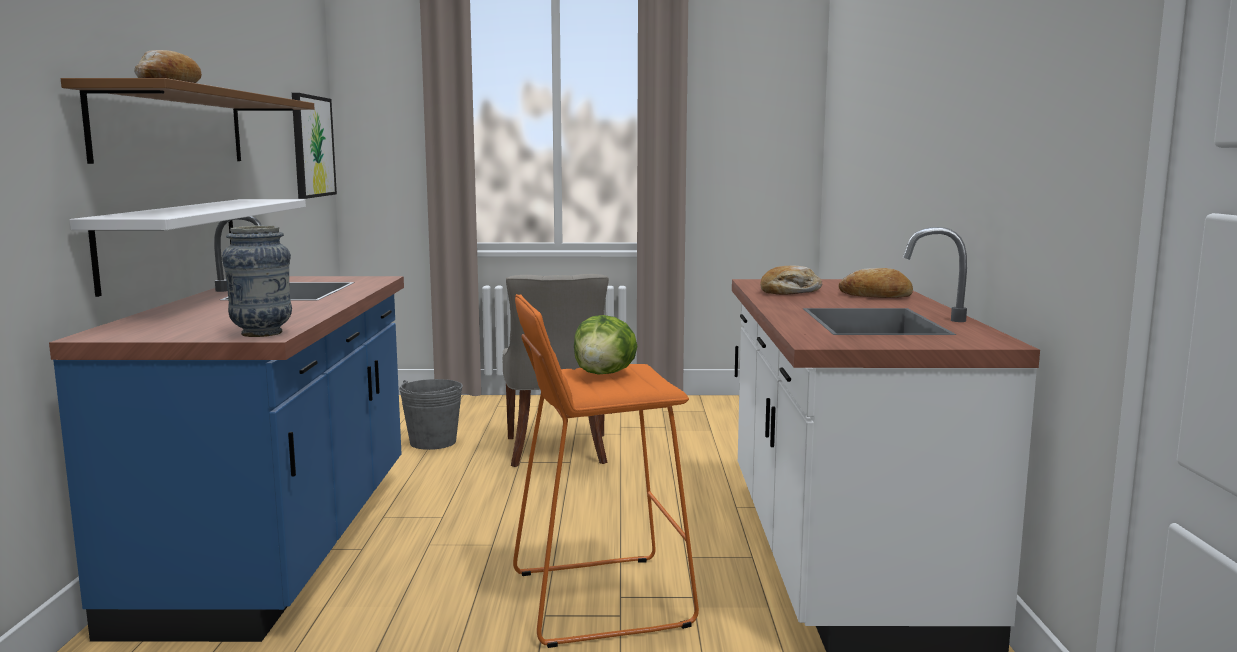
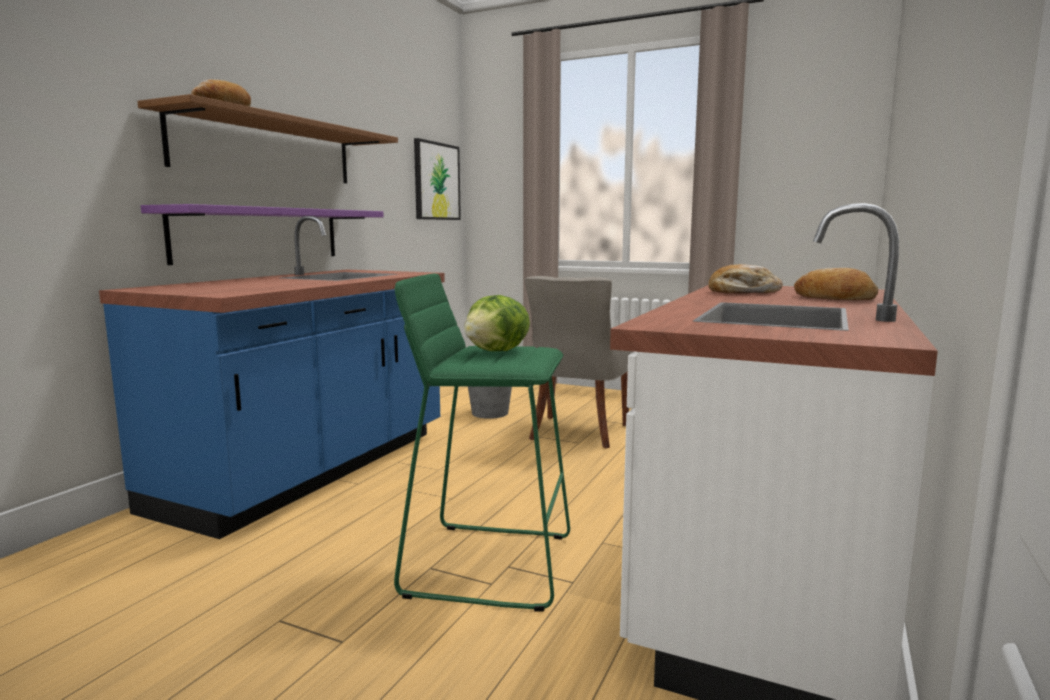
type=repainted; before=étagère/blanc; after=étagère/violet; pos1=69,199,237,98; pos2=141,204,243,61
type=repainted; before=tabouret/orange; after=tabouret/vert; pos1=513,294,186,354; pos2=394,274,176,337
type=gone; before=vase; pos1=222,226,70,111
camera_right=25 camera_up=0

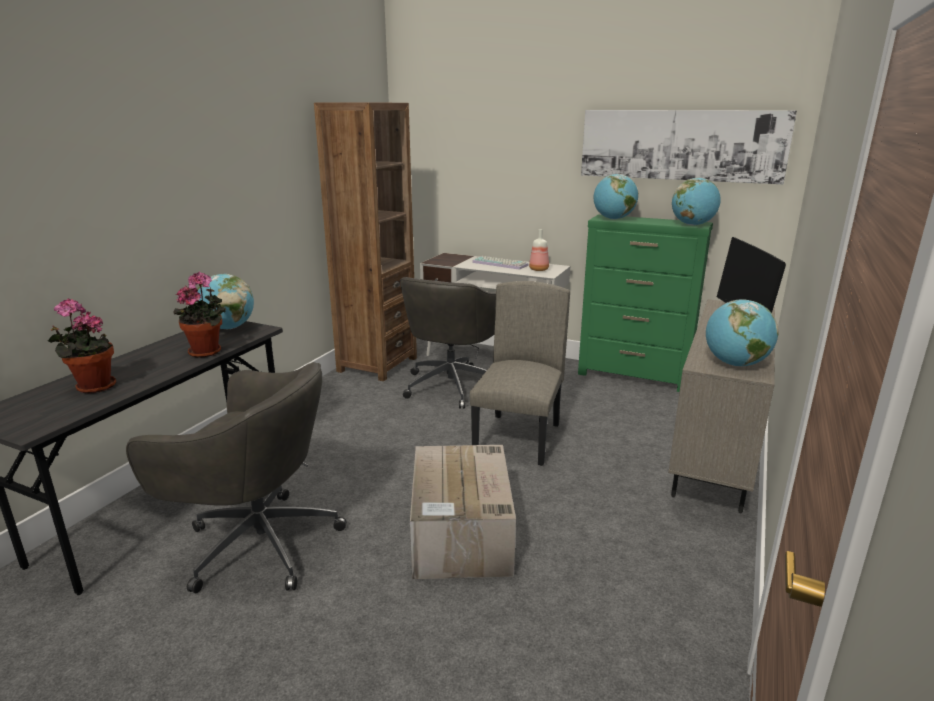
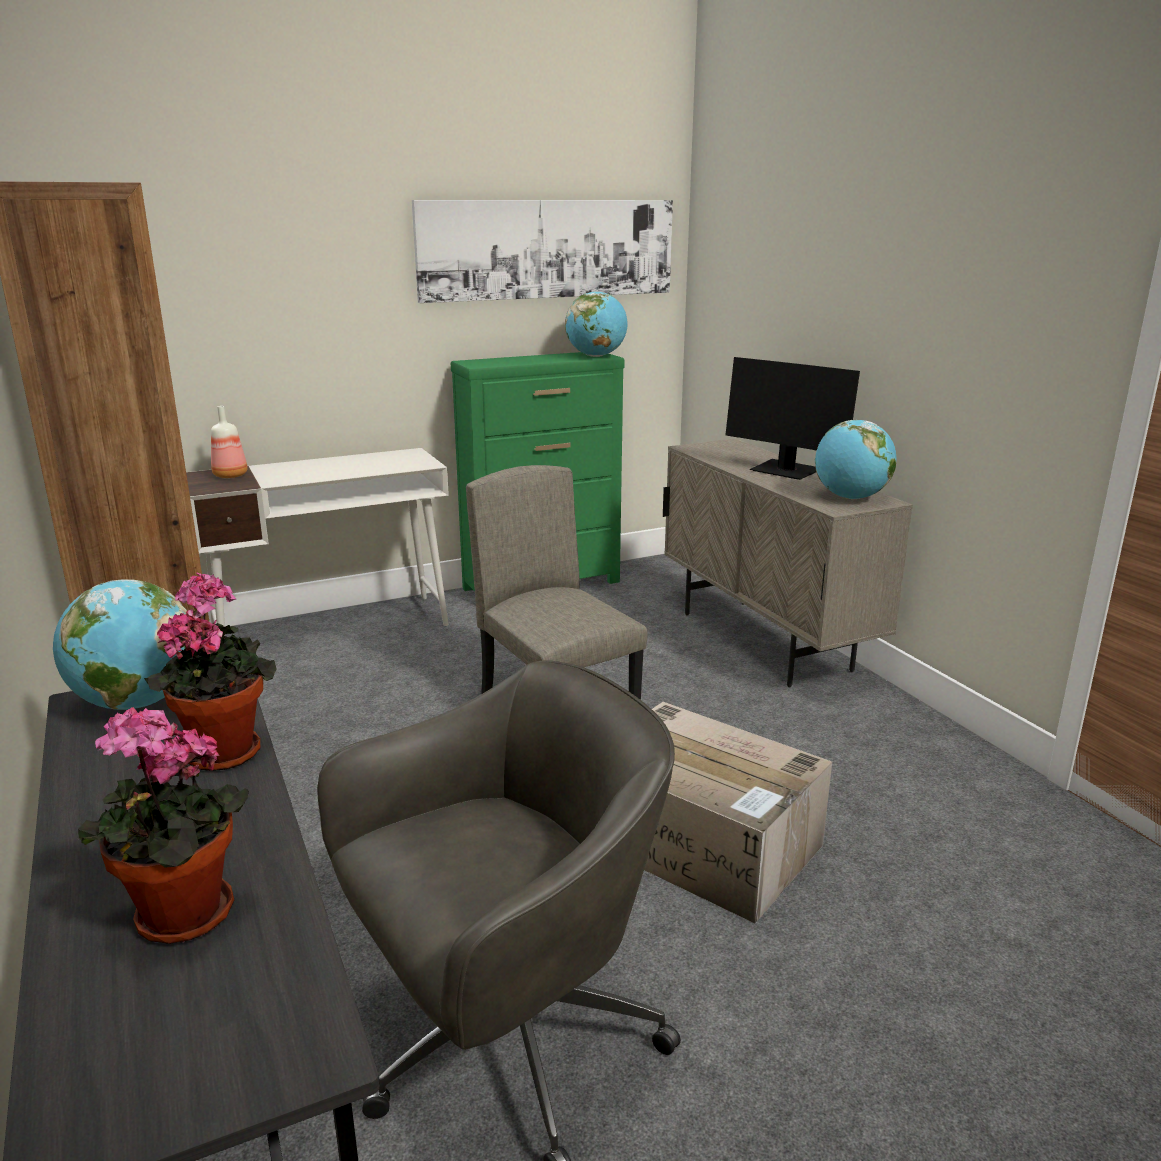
type=shifted; before=bouteille; pos1=529,229,20,42; pos2=211,406,37,72
type=gone; before=chaise de bureau/gris; pos1=400,277,96,132
type=gone; before=clavier; pos1=472,256,57,14
type=gone; before=globe; pos1=594,174,44,46
camera_right=-50 camera_up=0

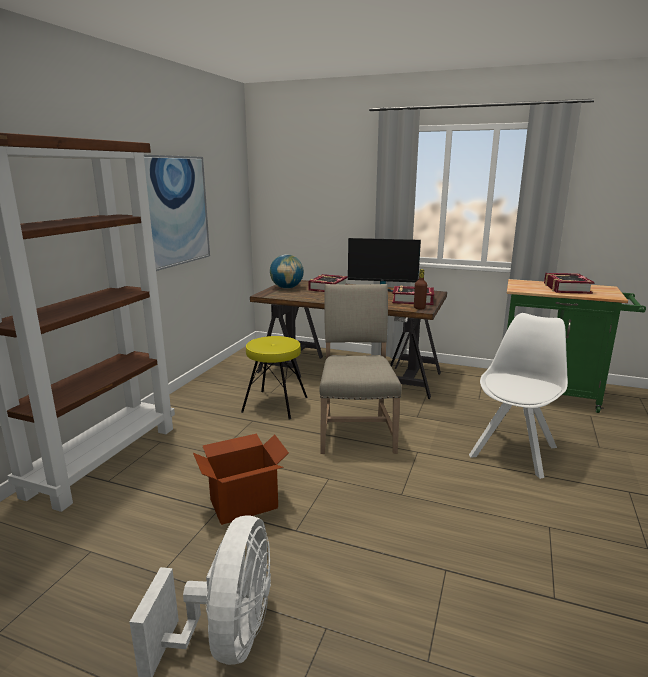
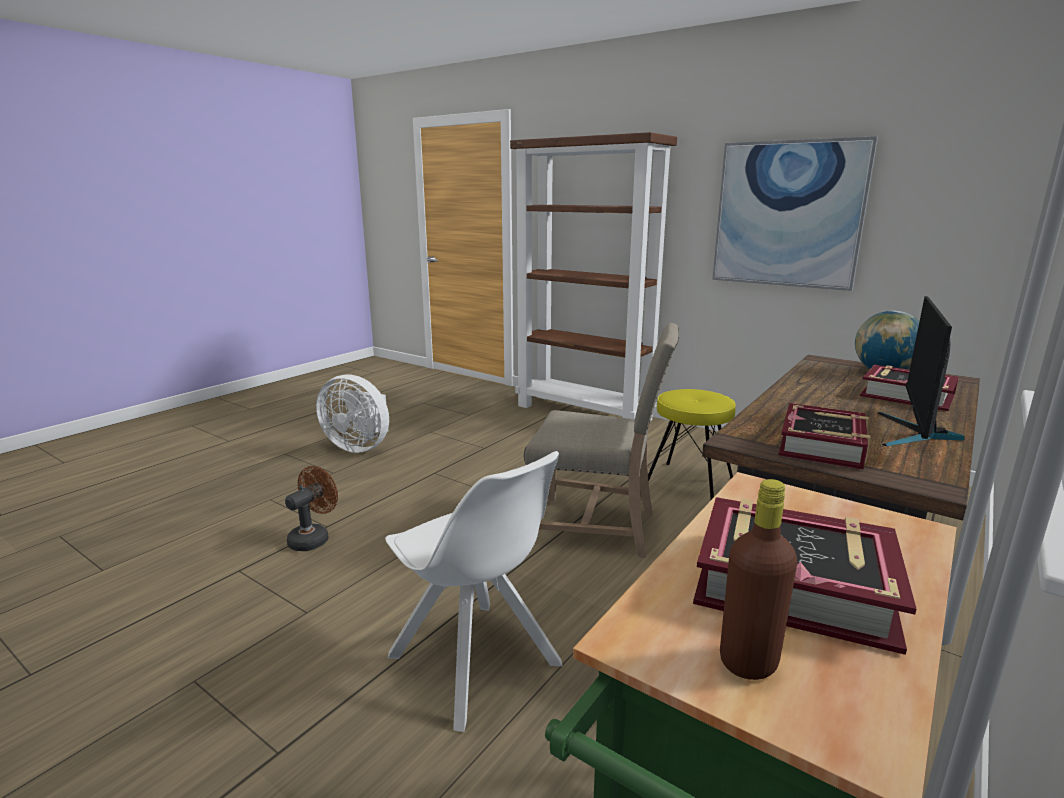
type=new; after=ventilateur/marron; pos2=285,466,53,85
type=shifted; before=bouteille/marron; pos1=414,269,13,40; pos2=720,479,77,201
type=gone; before=carton; pos1=193,433,96,92
camera_right=105 camera_up=0

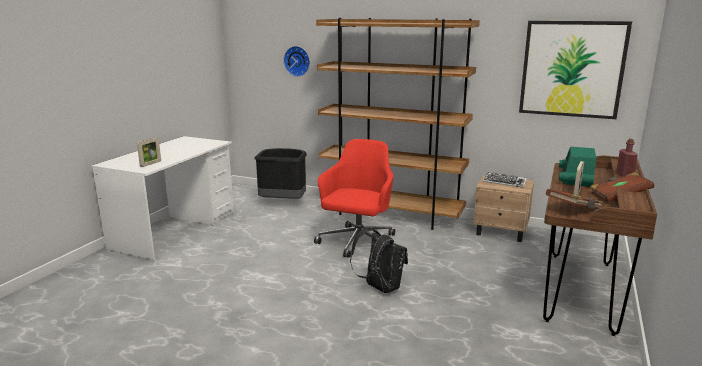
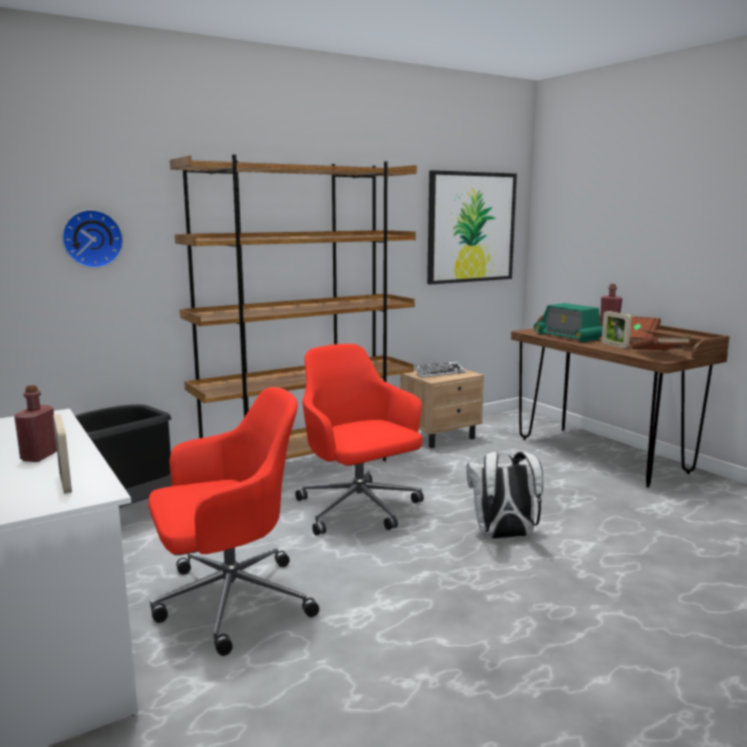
type=new; after=bouteille/rouge; pos2=14,385,43,77
type=new; after=chaise de bureau/rouge; pos2=148,387,171,269
type=repainted; before=sac à dos/noir; after=sac à dos/blanc; pos1=350,229,58,64; pos2=467,451,76,88
camera_right=-55 camera_up=-5

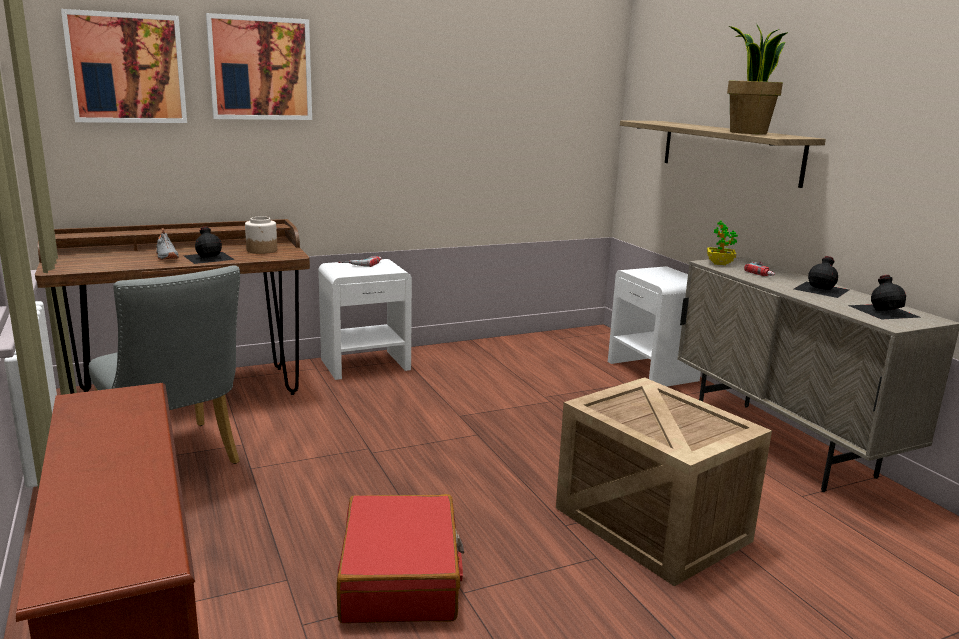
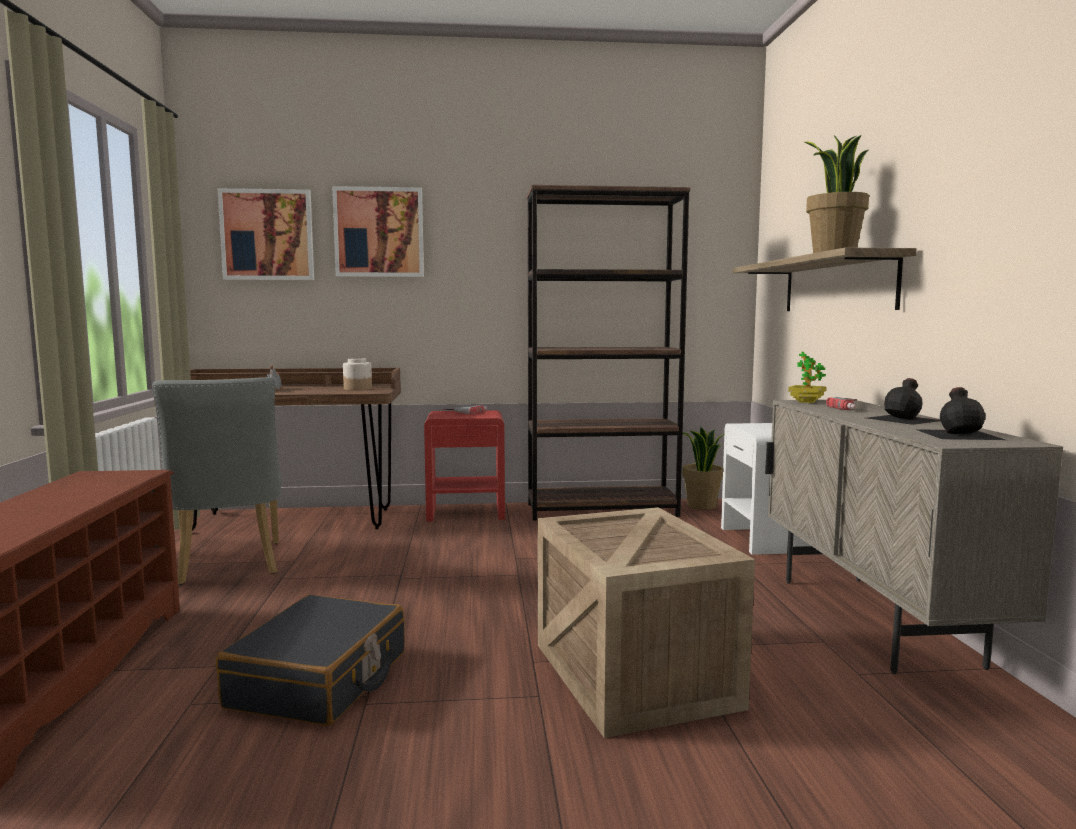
type=repainted; before=valise/rouge; after=valise/noir; pos1=337,494,127,129; pos2=216,595,189,131
type=repainted; before=table de chevet/blanc; after=table de chevet/rouge; pos1=318,259,94,121; pos2=424,410,81,111
type=new; after=bibliothèque/marron; pos2=527,185,163,335
type=new; after=plante en pot; pos2=682,427,42,83
type=gone; before=bouteille/noir; pos1=184,227,51,37
camera_right=20 camera_up=-10

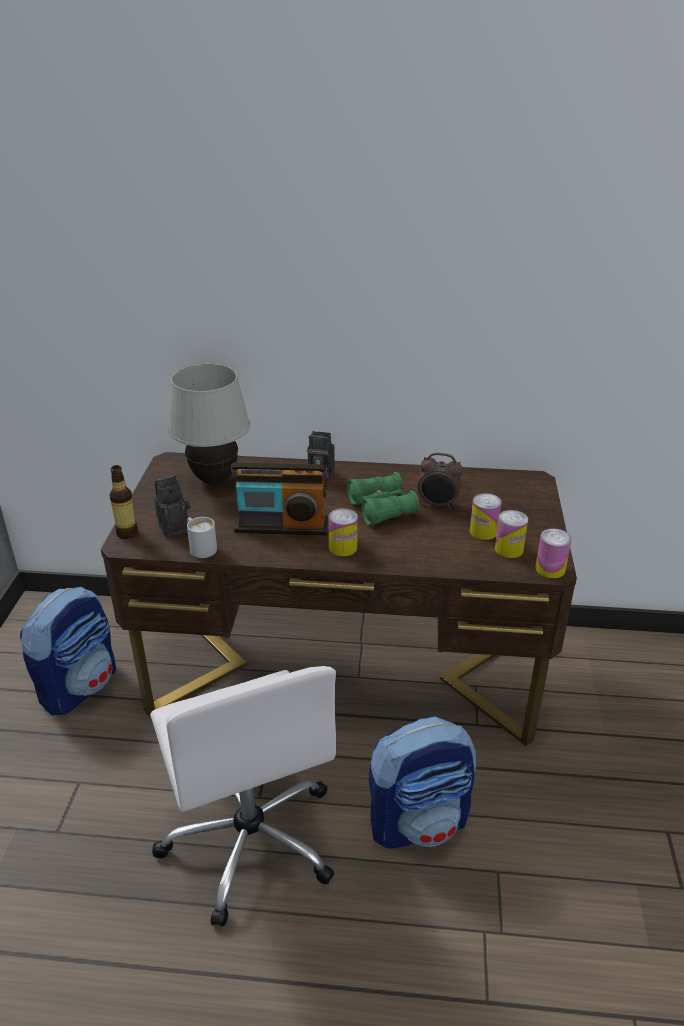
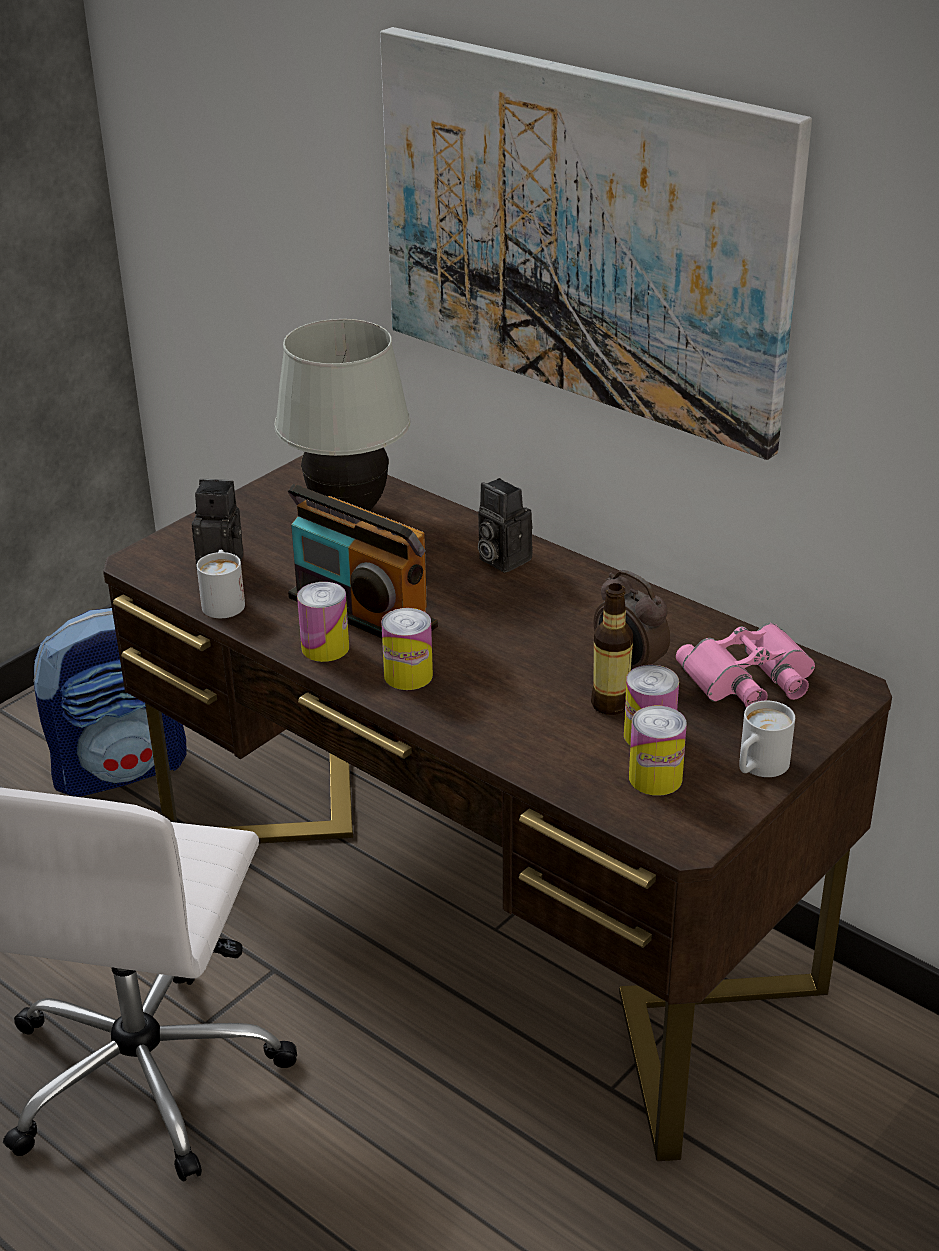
type=shifted; before=boîte métallique; pos1=536,529,36,49; pos2=297,582,52,80
type=new; after=tableau; pos2=380,27,432,433
type=shifted; before=bouteille; pos1=109,465,29,74; pos2=591,583,42,132
type=new; after=jumelles/rose; pos2=676,623,139,85
type=new; after=mug/blanc; pos2=739,701,56,76
type=gone; before=jumelles/vert; pos1=347,472,73,53
type=gone; before=sac à dos; pos1=369,716,107,133
camera_right=35 camera_up=0

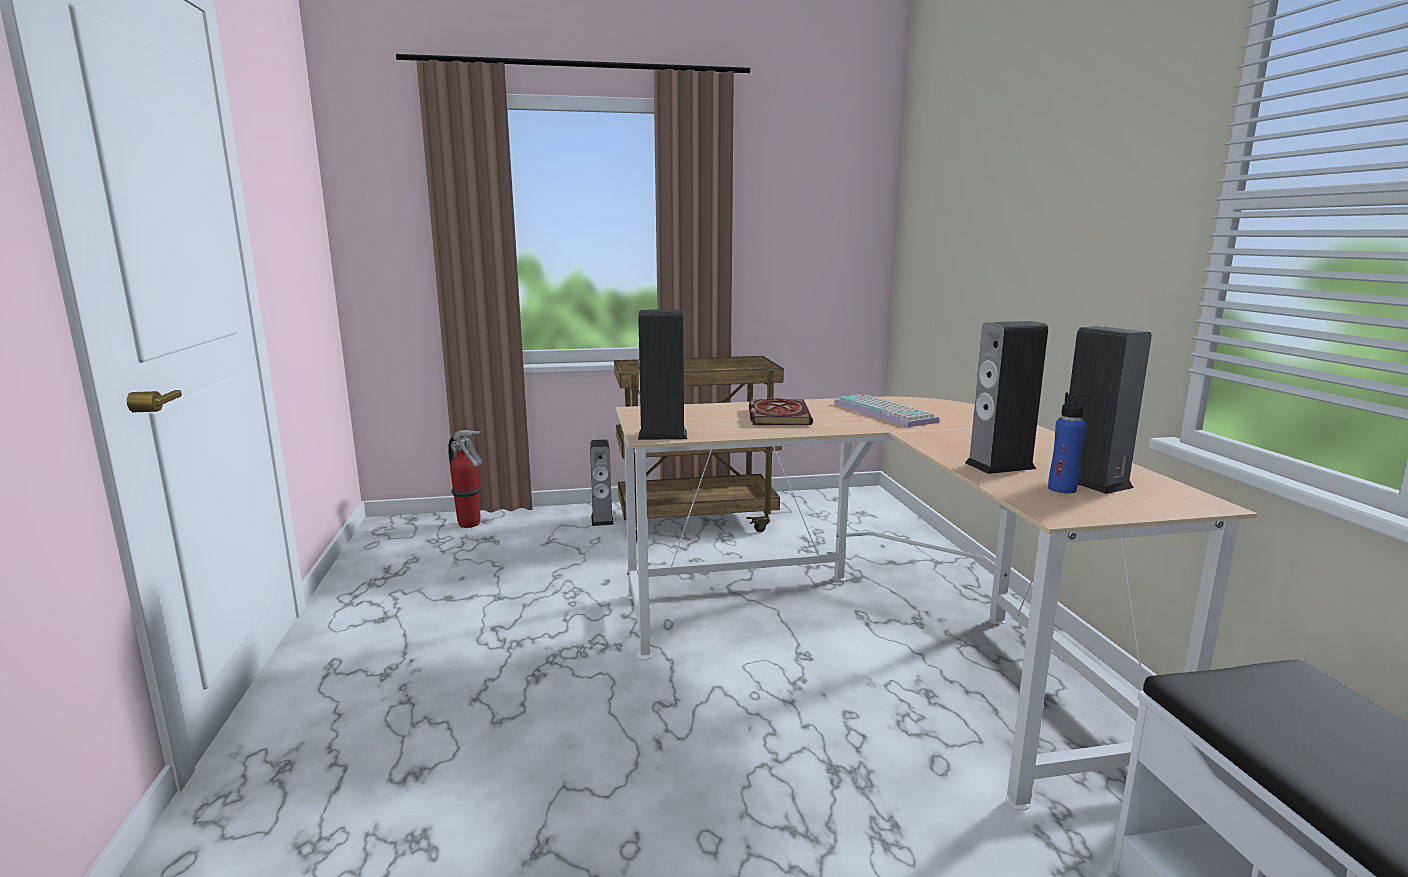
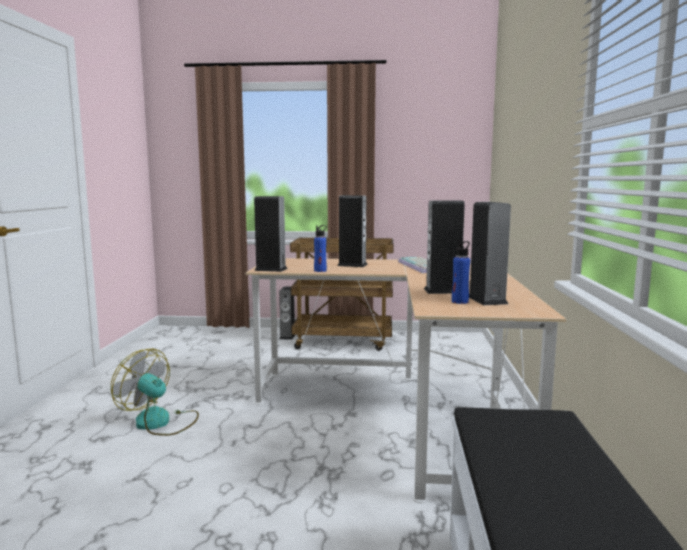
type=new; after=ventilateur; pos2=111,349,88,87
type=new; after=bouteille/bleu; pos2=314,225,13,47
type=swapped; before=livre; after=enceinte; pos1=749,398,64,27; pos2=337,195,31,72
type=gone; before=extincteur; pos1=448,430,34,98
camera_right=15 camera_up=-5

